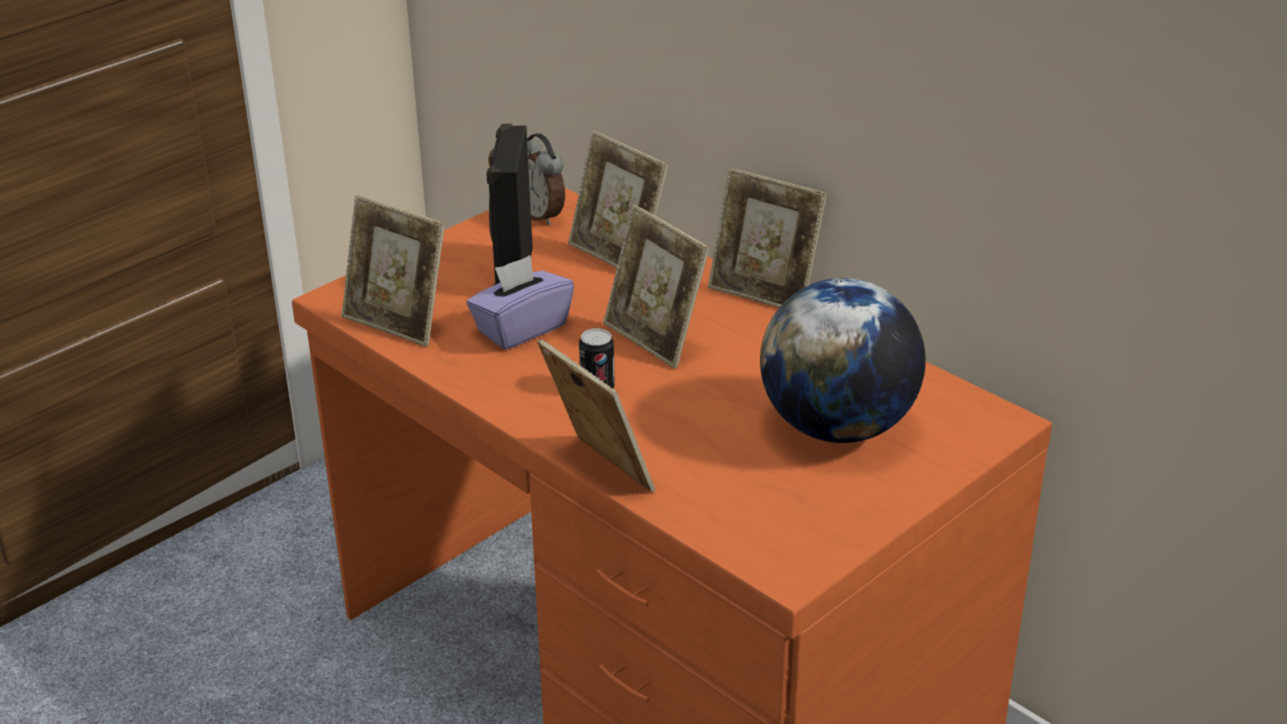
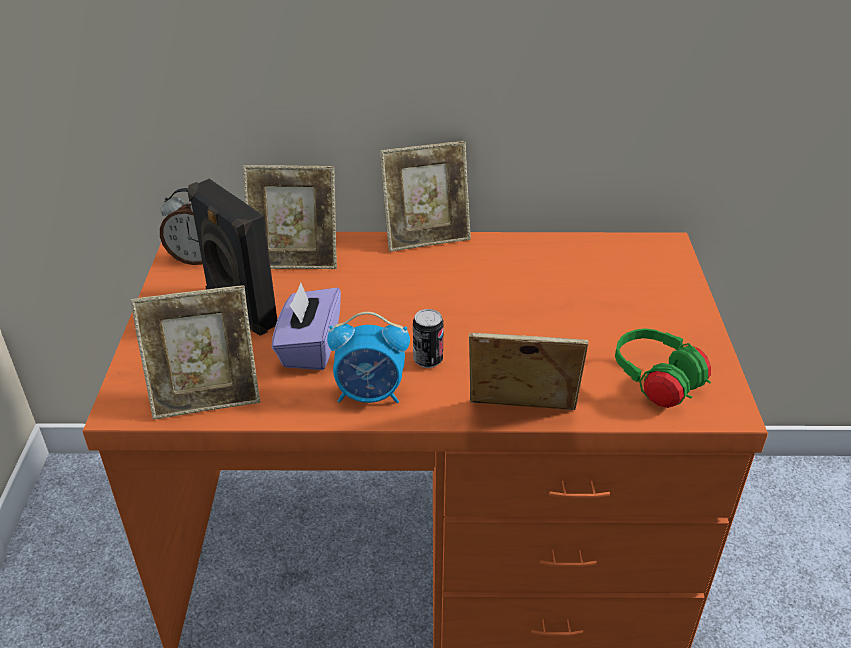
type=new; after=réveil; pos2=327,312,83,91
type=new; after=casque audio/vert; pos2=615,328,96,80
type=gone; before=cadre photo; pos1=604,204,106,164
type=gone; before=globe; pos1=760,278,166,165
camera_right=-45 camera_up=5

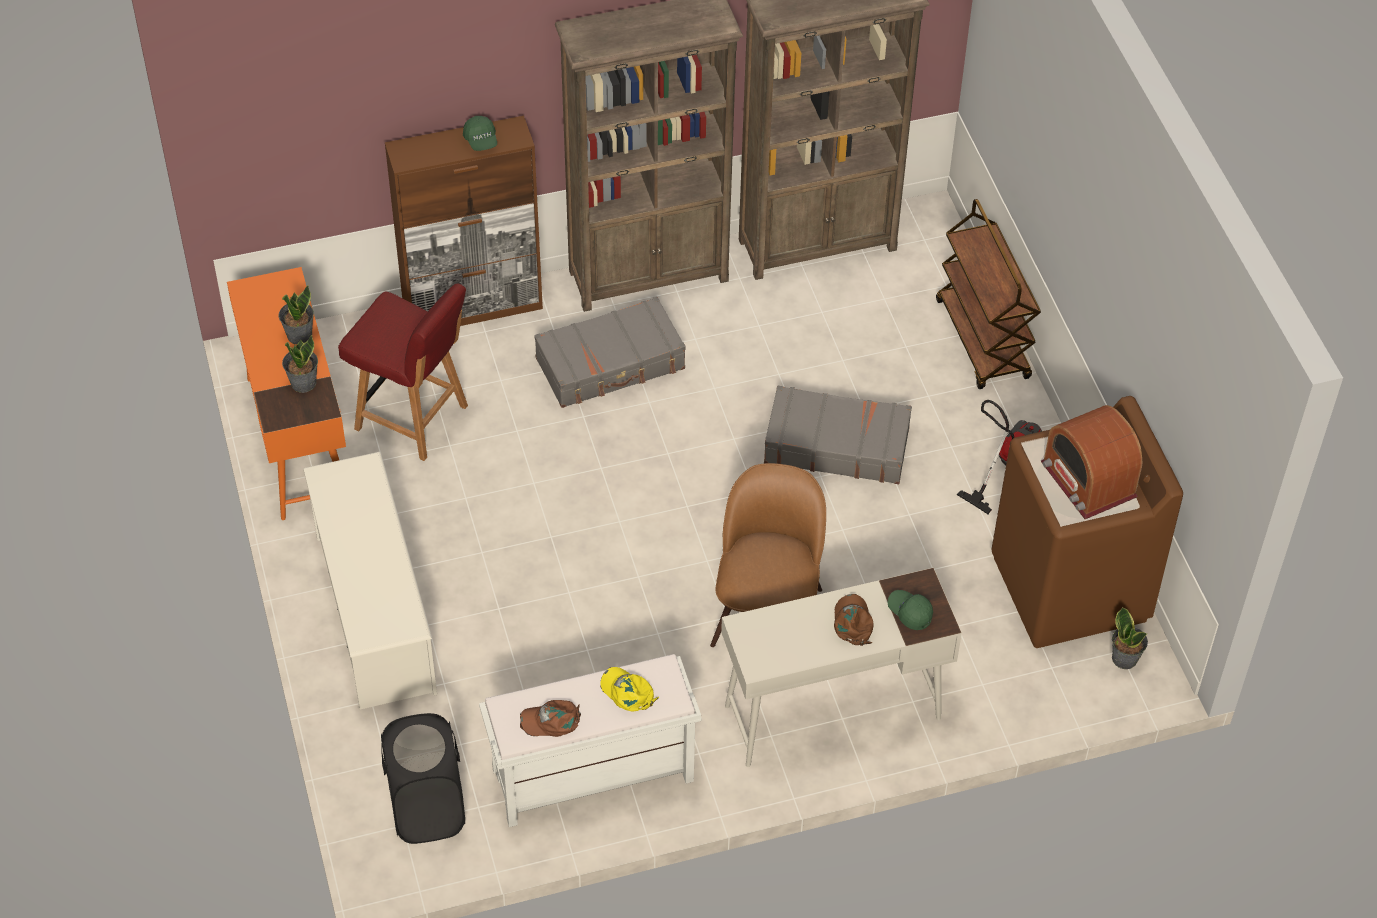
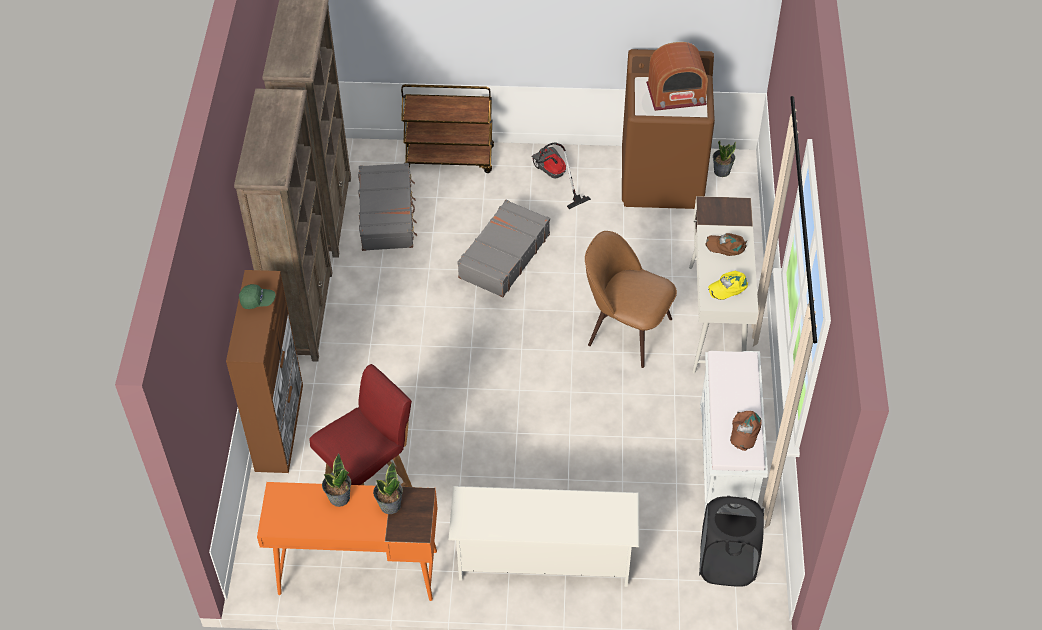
type=shifted; before=valise/gris; pos1=534,297,151,111; pos2=358,163,59,88
type=shifted; before=casquette/jaune; pos1=600,667,59,44; pos2=708,271,40,29
type=gone; before=casquette/vert; pos1=888,590,45,40
camera_right=-70 camera_up=0

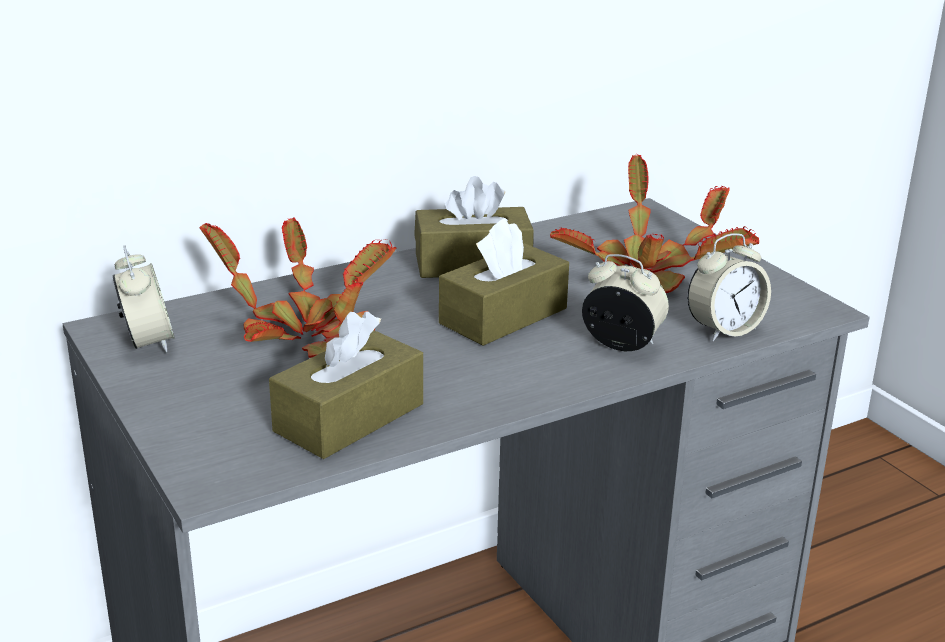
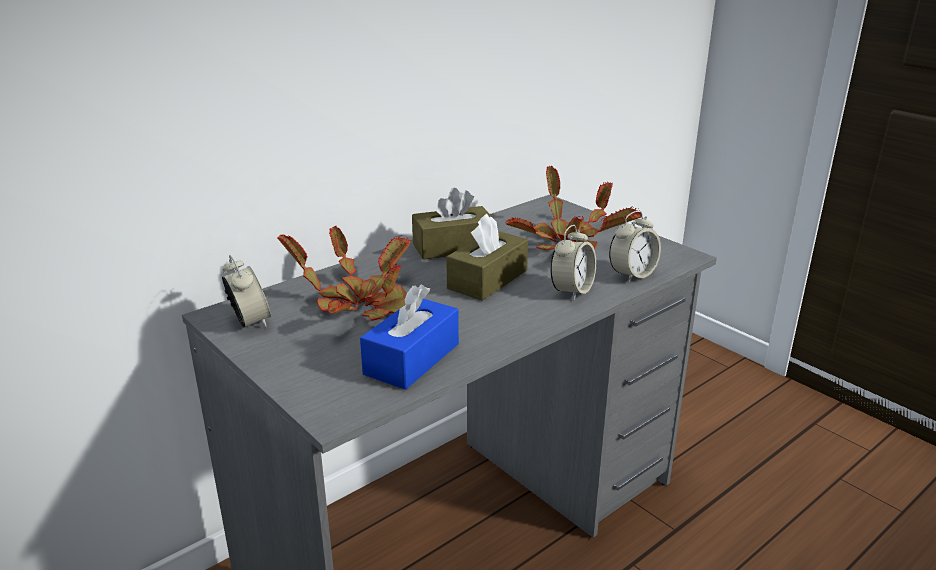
type=repainted; before=boîte à mouchoirs/marron; after=boîte à mouchoirs/bleu; pos1=269,311,154,148; pos2=360,285,99,105
type=rotated; before=réveil; pos1=582,254,87,97; pos2=550,225,46,75; turn=105
camera_right=-10 camera_up=0

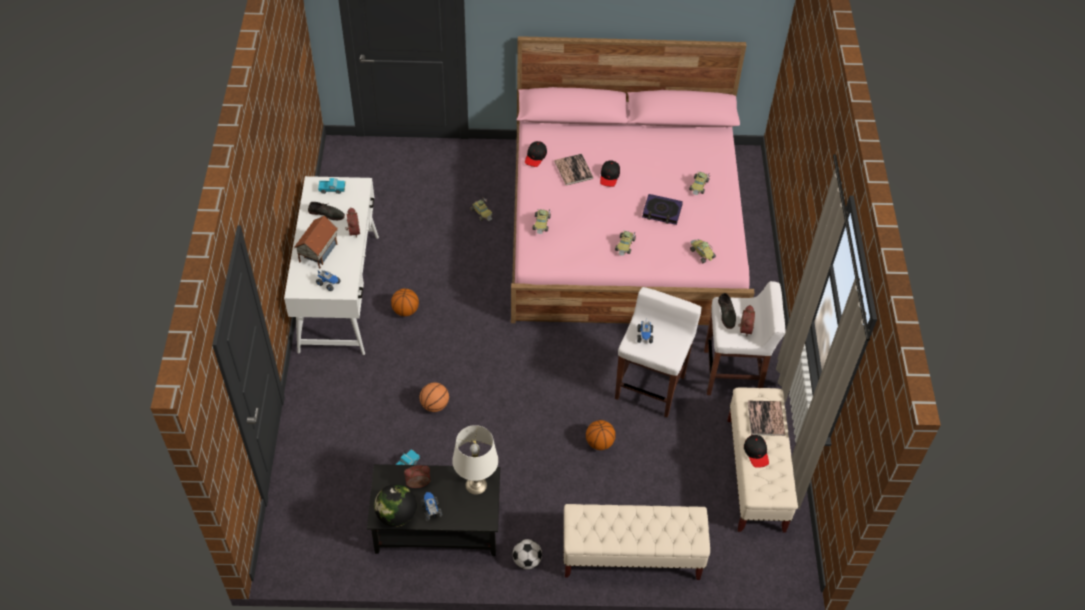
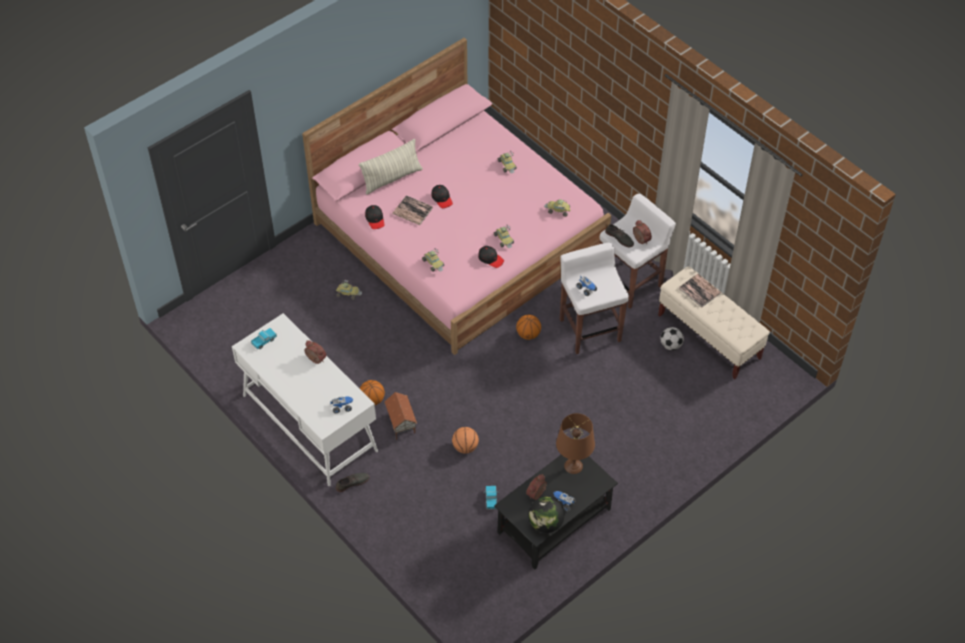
type=shifted; before=chaussure/gris; pos1=308,202,37,18; pos2=336,473,34,19
type=new; after=coussin; pos2=359,139,64,56
type=shifted; before=maison miniature; pos1=294,216,44,52; pos2=384,392,33,48
type=shifted; before=casquette/noir; pos1=744,435,25,33; pos2=478,246,26,22
type=shifted; before=ballon de basket; pos1=586,420,30,30; pos2=516,315,25,25
type=repainted; before=lampe de table/blanc; after=lampe de table/marron; pos1=452,425,46,70; pos2=556,413,39,61
type=shifted; before=ballon de foot; pos1=513,539,29,30; pos2=660,327,24,23
type=gone; before=banc/beige; pos1=563,504,147,76
type=gone; before=livre; pos1=642,194,41,31
camera_right=-40 camera_up=0

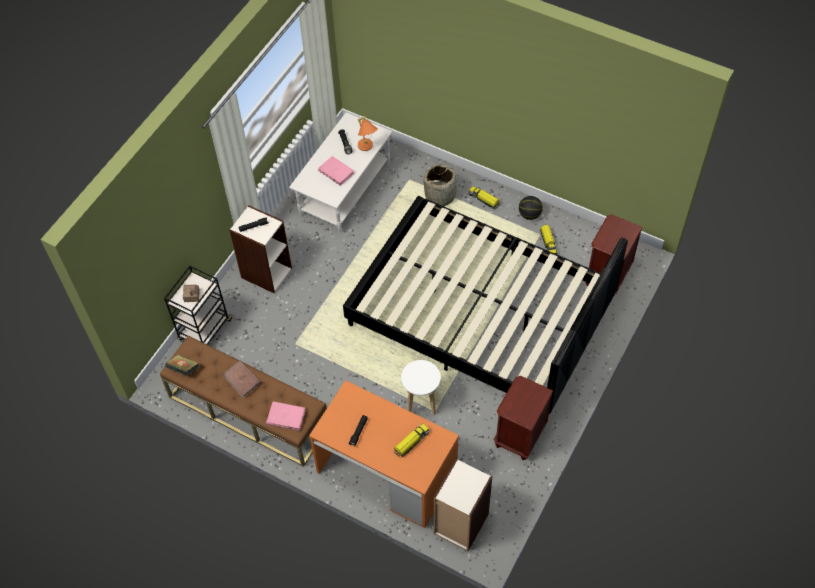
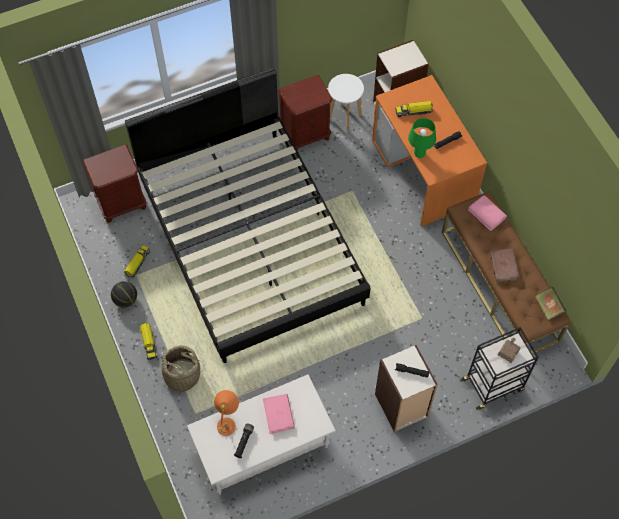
type=shifted; before=tabouret/blanc; pos1=401,360,40,55; pos2=328,74,36,57
type=new; after=lampe de table/vert; pos2=408,118,28,40
camera_right=-145 camera_up=5

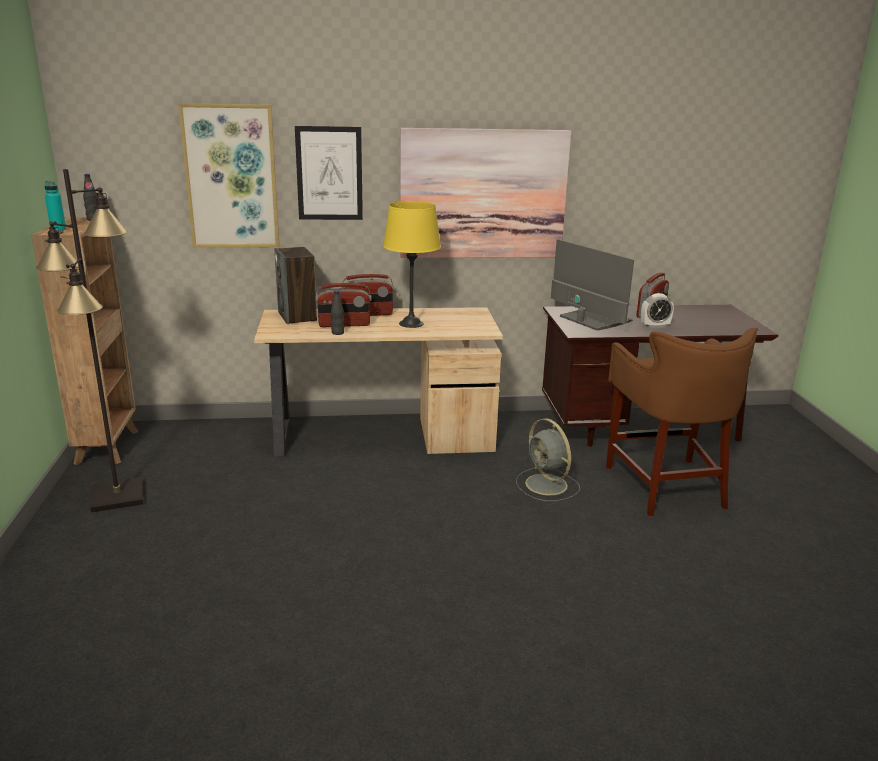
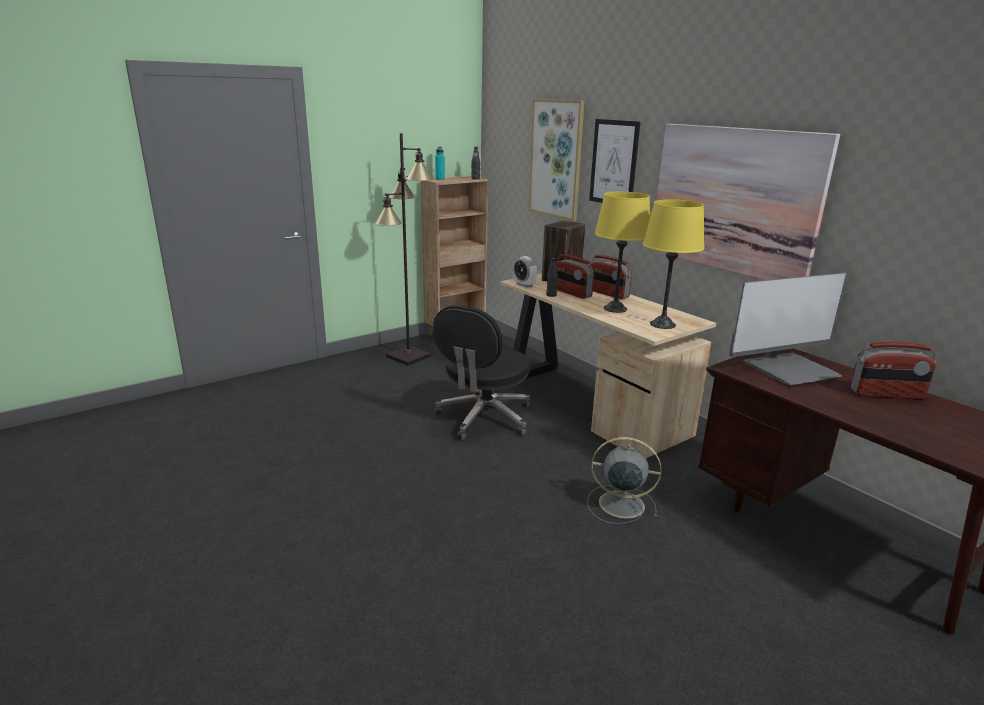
type=new; after=chaise de bureau/noir; pos2=433,305,98,136
type=shifted; before=réveil; pos1=641,293,33,35; pos2=514,256,23,32
type=rotated; before=ventilateur/gris; pos1=516,418,64,83; pos2=587,437,74,87; turn=75
type=new; after=lampe de table/jaune; pos2=643,200,61,129
type=rotated; before=écran d'ordinateur; pos1=551,239,83,92; pos2=729,273,117,112; turn=45
type=gone; before=tabouret/marron; pos1=606,328,152,189
camera_right=60 camera_up=0

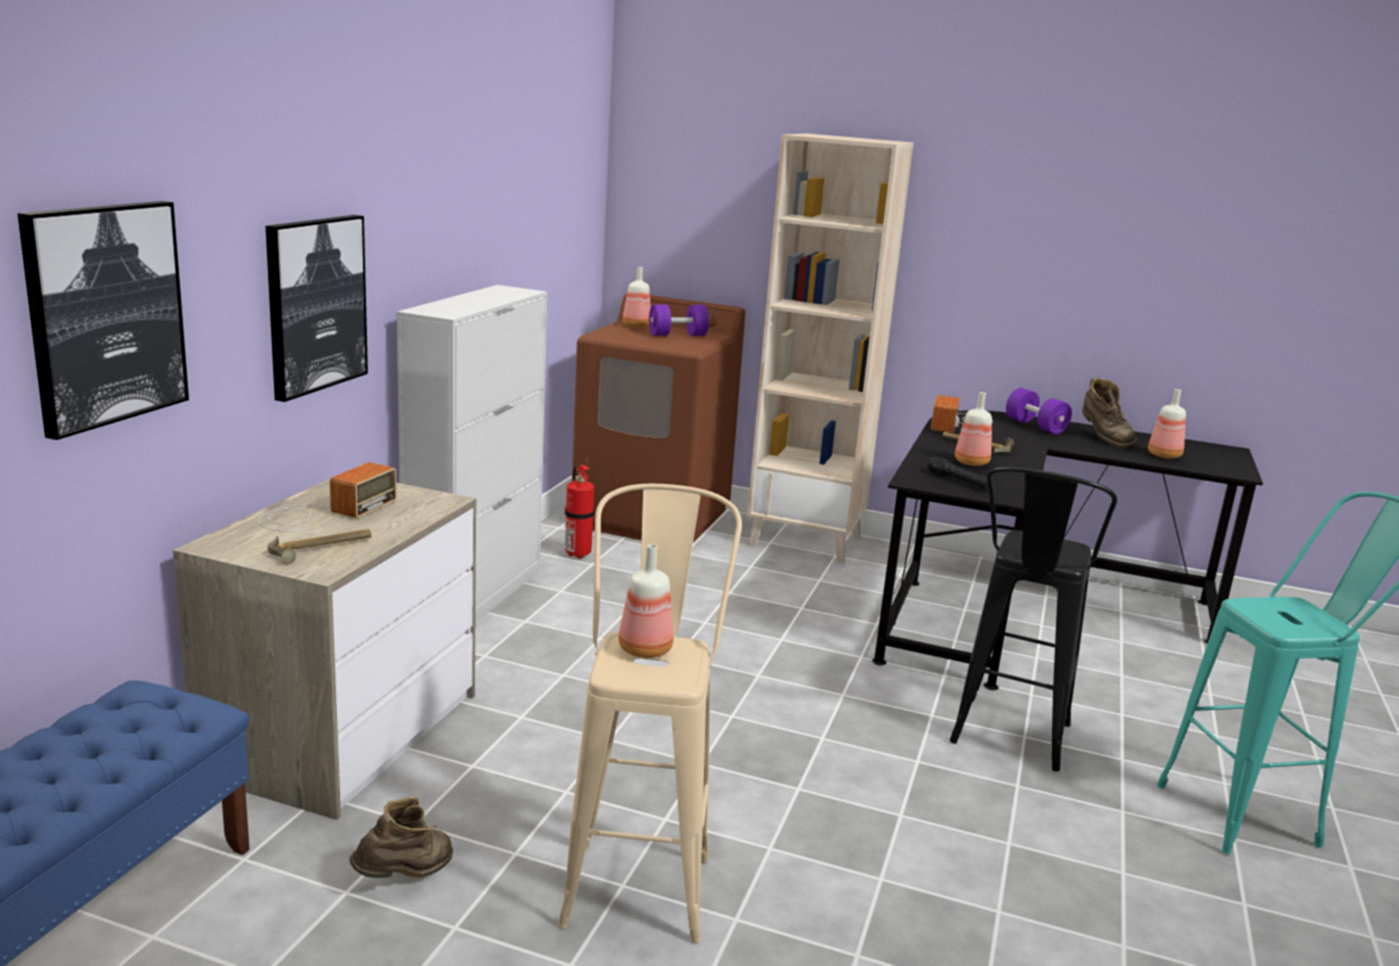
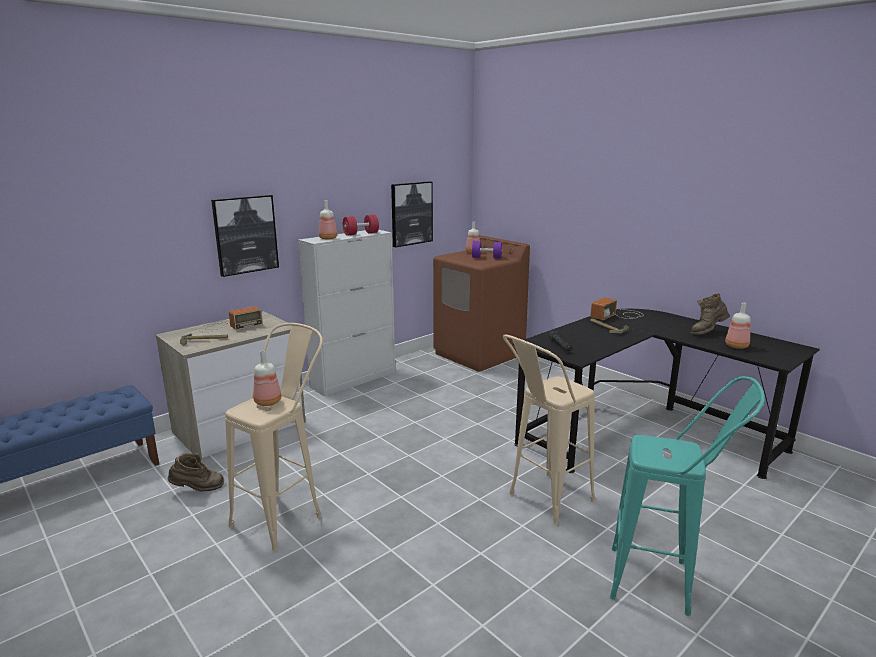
type=shifted; before=bouteille; pos1=955,392,37,74; pos2=319,201,18,38
type=new; after=haltère/rouge; pos2=343,215,36,21
type=shifted; before=tableau; pos1=17,201,172,239; pos2=391,181,42,66
type=repainted; before=tabouret/noir; after=tabouret/beige; pos1=950,467,167,305; pos2=503,334,92,191
type=rotated; before=botte/marron; pos1=1082,377,55,71; pos2=690,293,40,41; turn=60
type=gone; before=extincteur; pos1=565,458,30,101
type=gone; before=bibliothèque/beige; pos1=747,134,167,430
type=gone; before=haltère/violet; pos1=1006,388,66,46
camera_right=30 camera_up=0

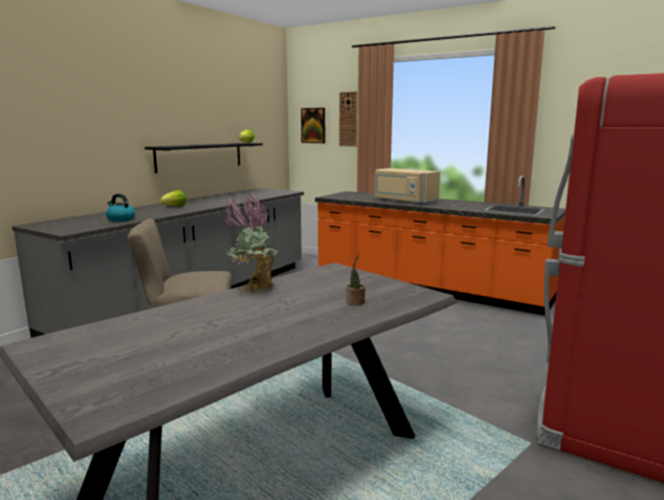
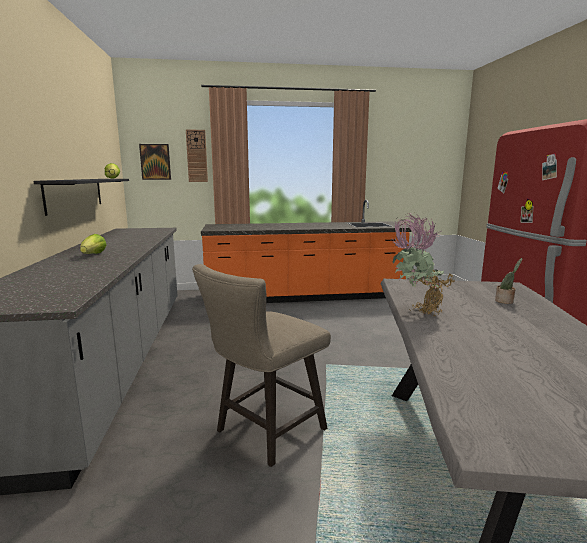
type=gone; before=bouilloire; pos1=106,194,29,28
type=gone; before=micro-ondes/beige; pos1=375,168,65,36
camera_right=-40 camera_up=0

